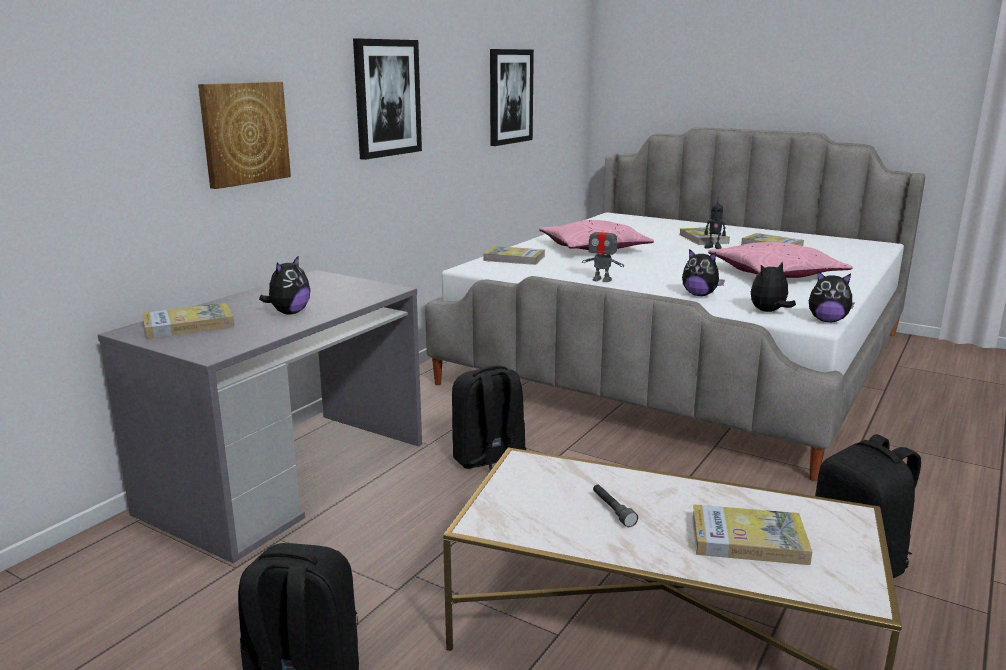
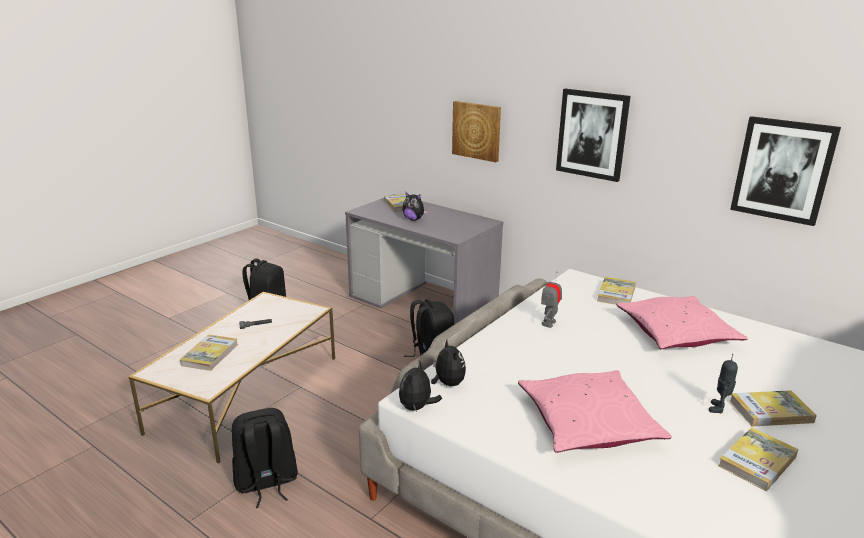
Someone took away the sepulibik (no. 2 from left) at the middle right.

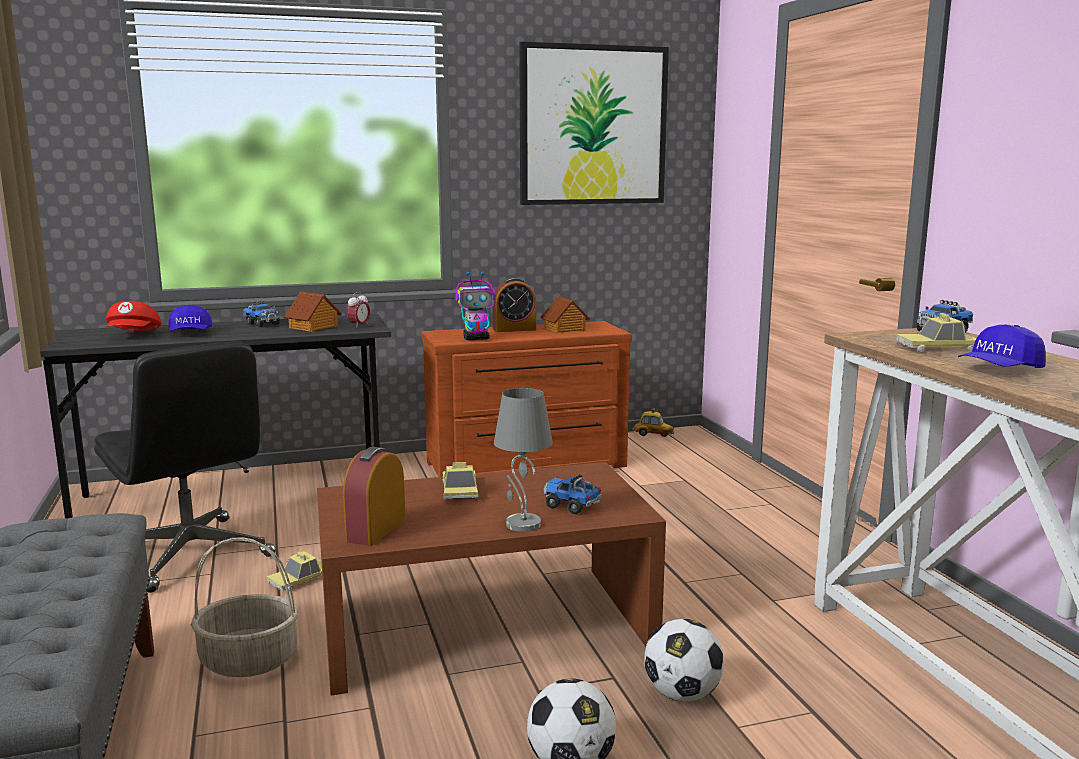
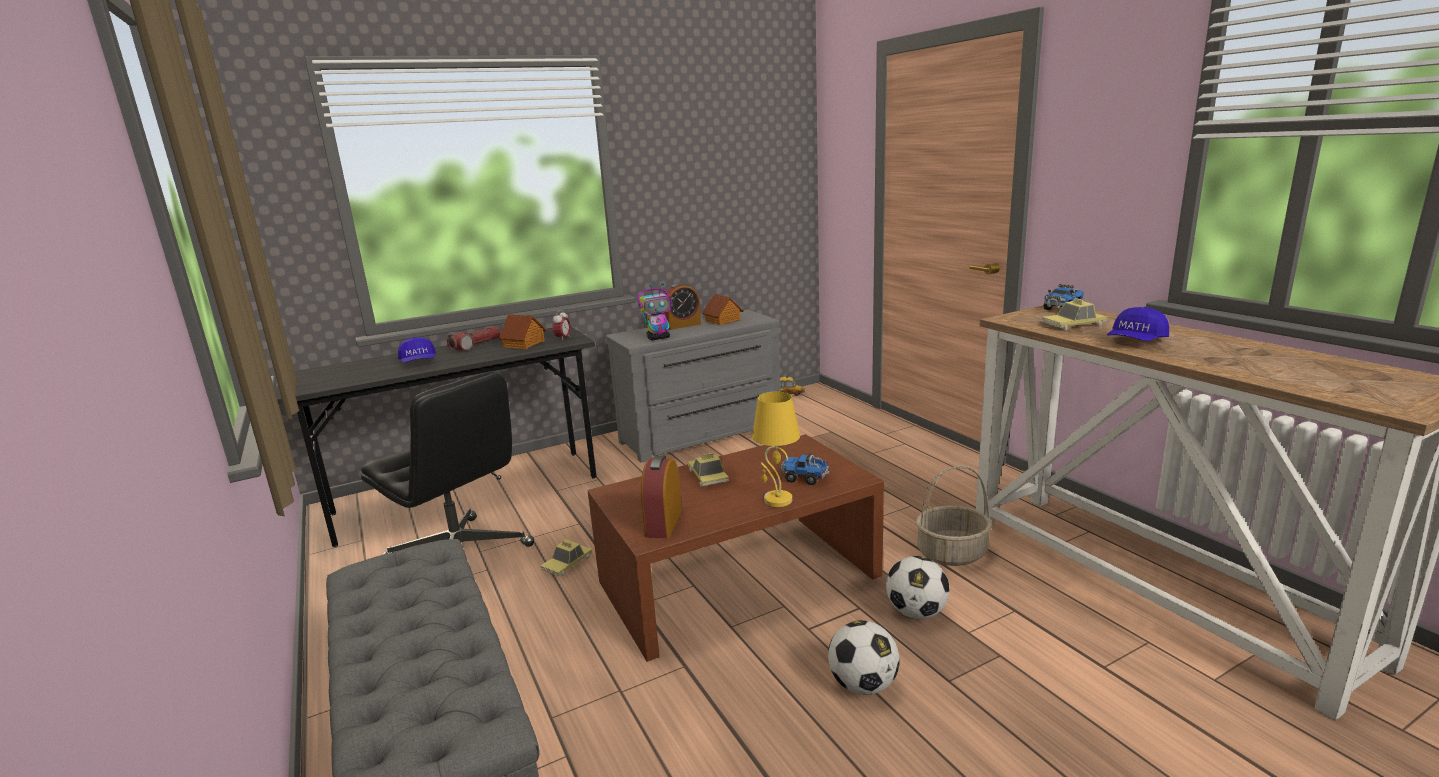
Someone swapped the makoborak (no. 1 from left) at the middle left for the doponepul at the middle left. Someone repainted the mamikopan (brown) at the centre, which became the mamikopan (grey) at the centre. Someone repainted the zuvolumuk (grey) at the centre, which became the zuvolumuk (yellow) at the centre. Someone carried the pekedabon from the bottom left to the centre. Someone took away the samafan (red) at the middle left. Someone took away the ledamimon at the top centre.

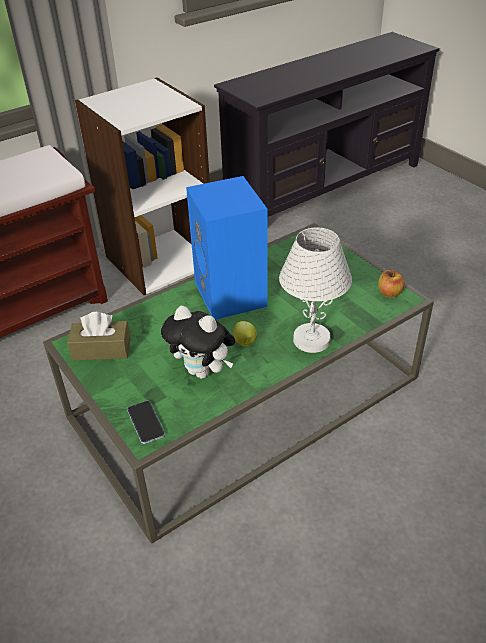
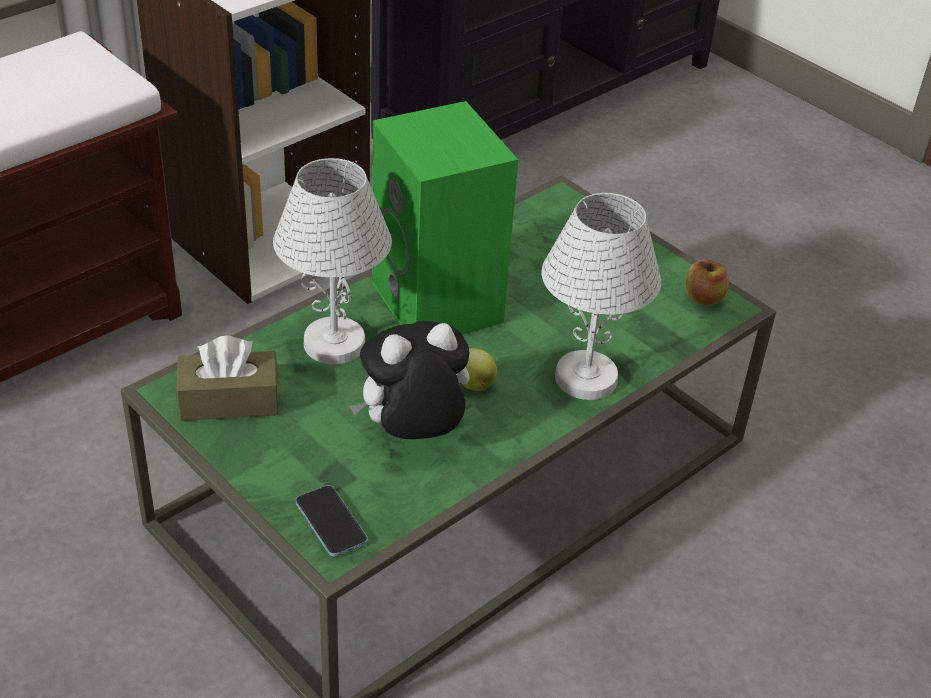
Someone put down the zuvolumuk (white) (no. 1 from left) at the centre. Someone rotated the sepulibik at the centre by 135 degrees clockwise. Someone repainted the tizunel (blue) at the centre, which became the tizunel (green) at the top centre.

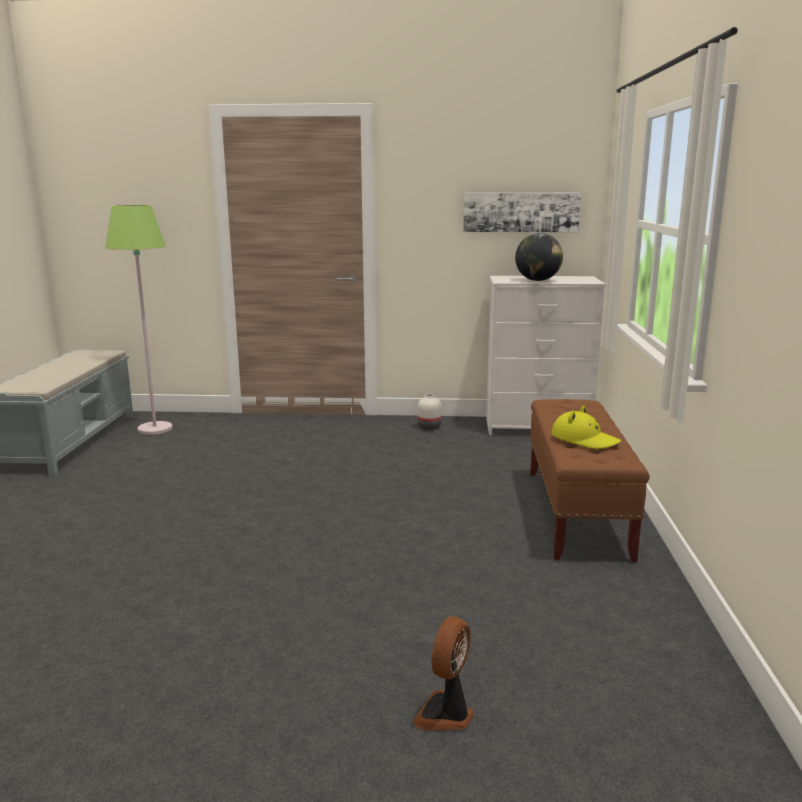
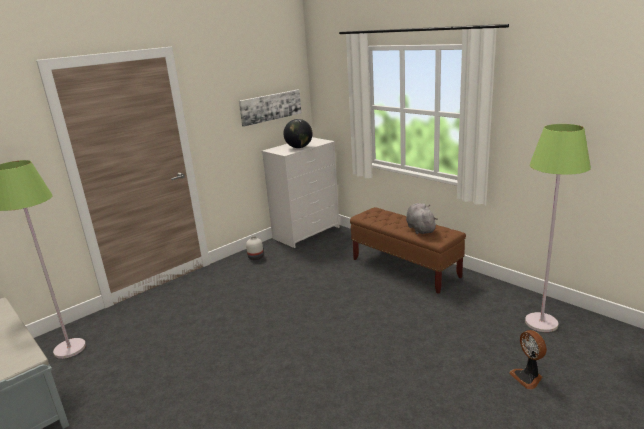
Someone swapped the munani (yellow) at the middle right for the sepulibik (grey) at the centre. Someone put down the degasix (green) (no. 2 from left) at the middle right.

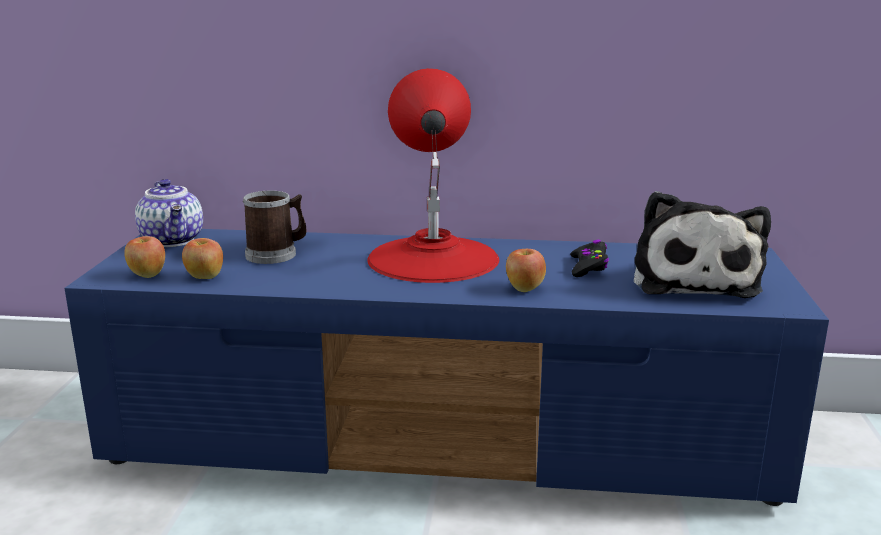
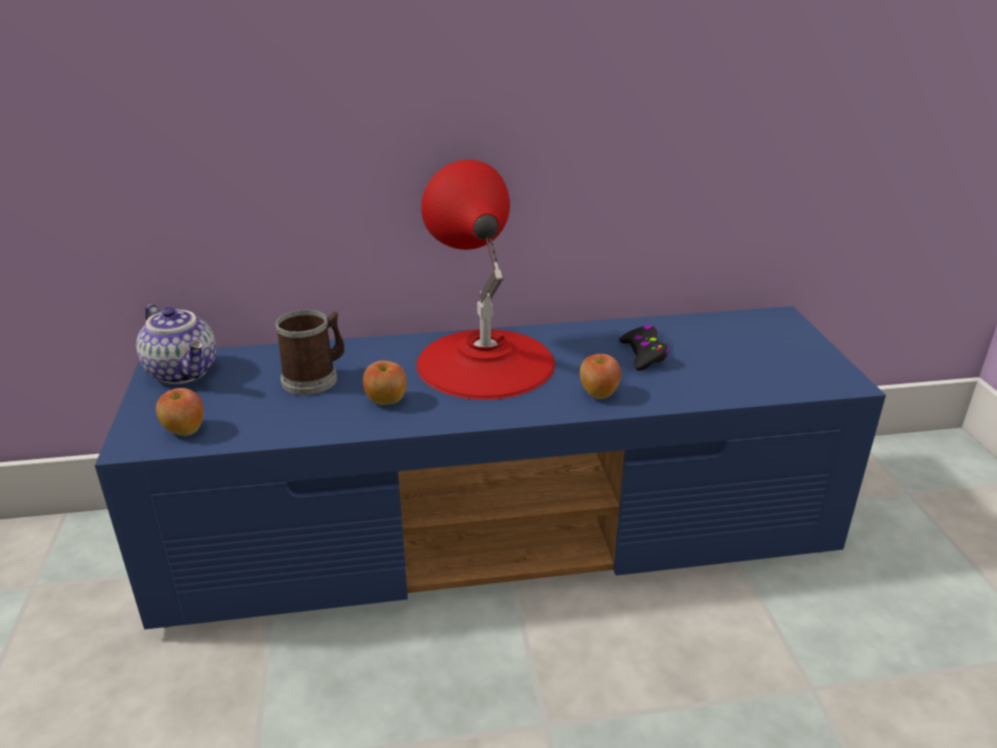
Someone carried the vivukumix (no. 2 from left) from the middle left to the centre. Someone took away the sepulibik at the middle right.

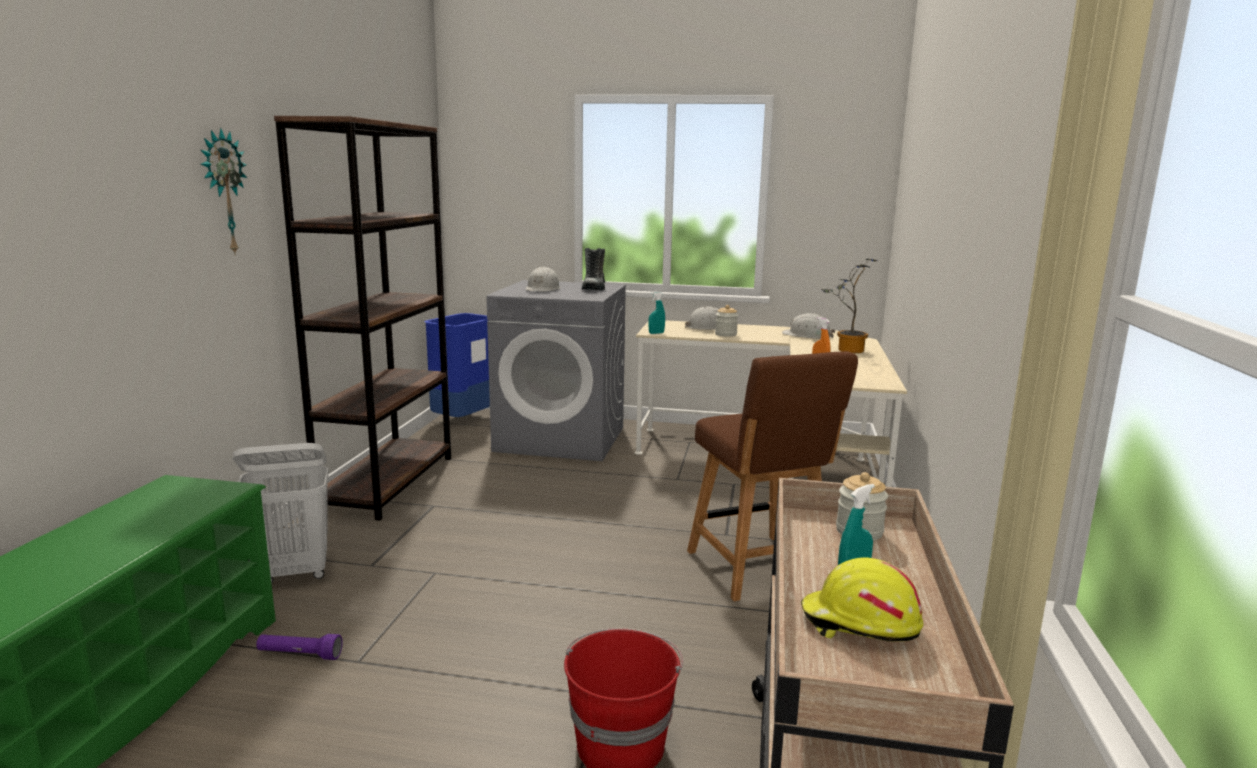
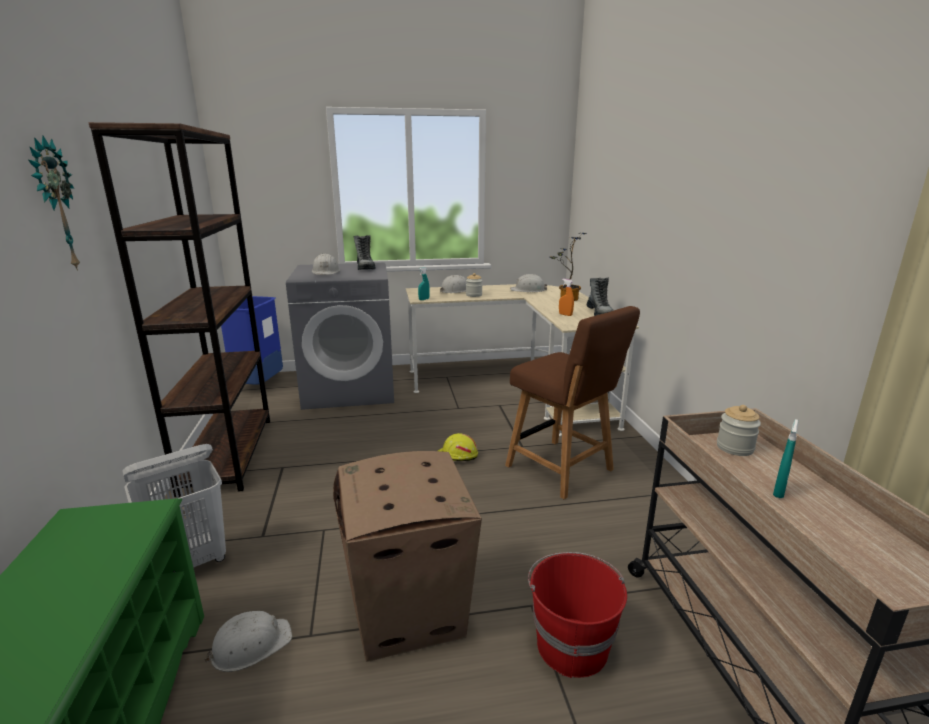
Someone swapped the doponepul (purple) at the bottom left for the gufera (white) (no. 1 from left) at the bottom left. Someone put down the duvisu at the bottom centre. Someone carried the gufera (yellow) from the bottom right to the centre. Someone put down the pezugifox (no. 2 from left) at the centre.

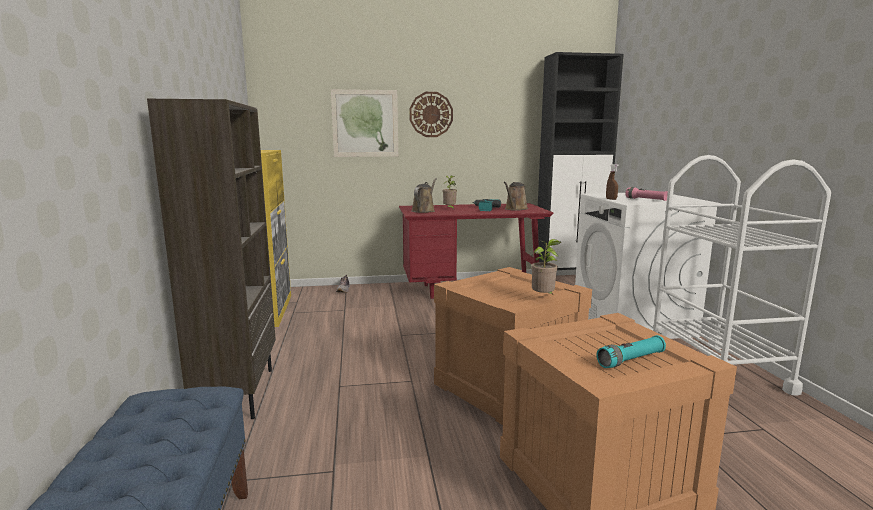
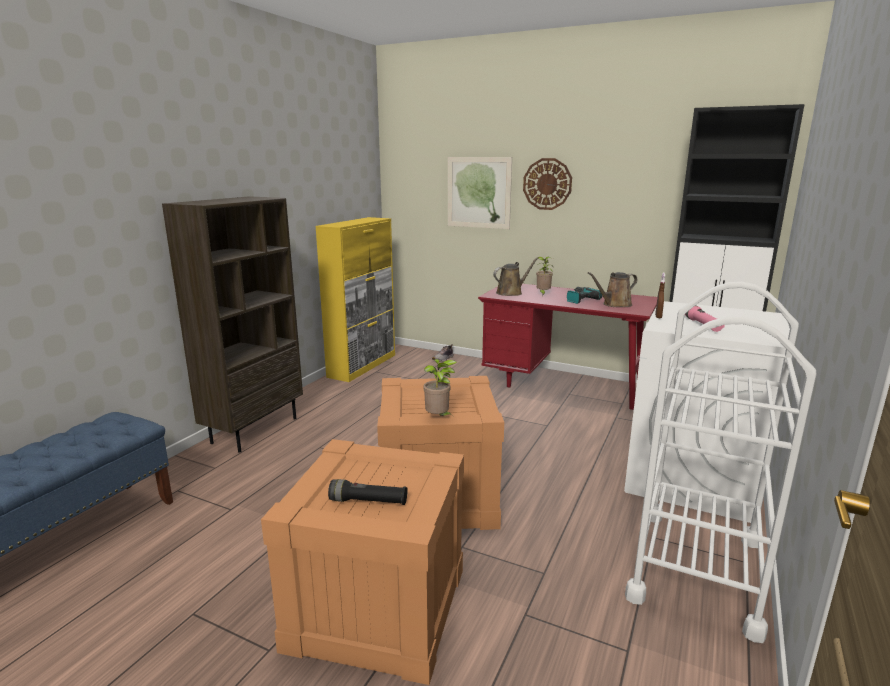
Someone repainted the doponepul (turquoise) at the bottom right, which became the doponepul (black) at the bottom centre.

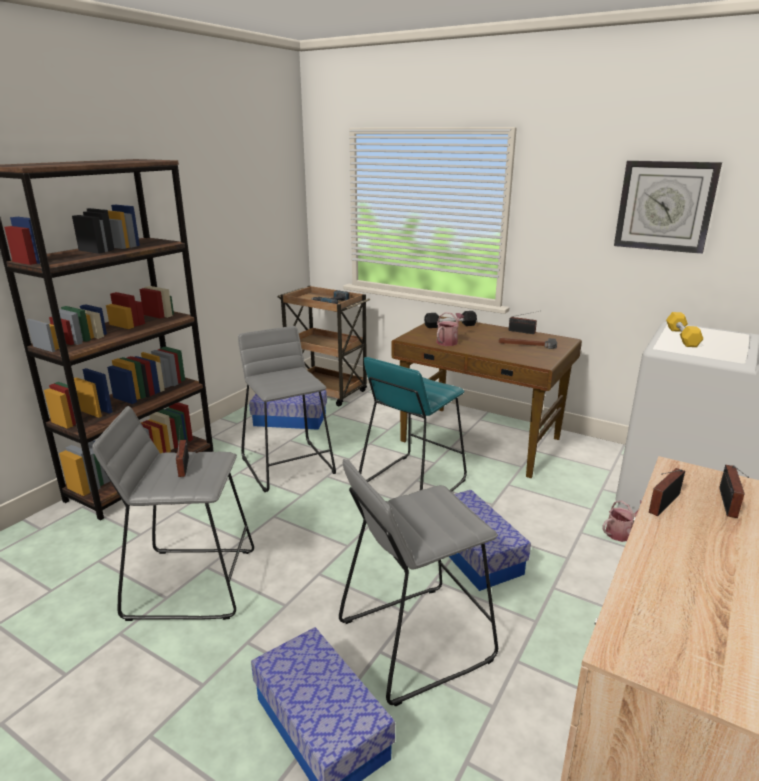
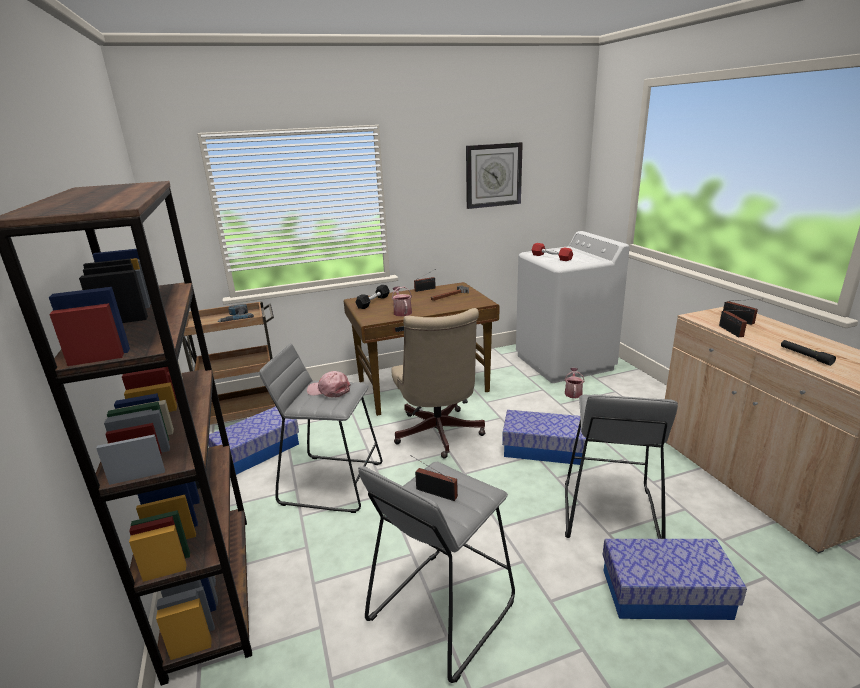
Someone put down the samafan (pink) at the centre. Someone swapped the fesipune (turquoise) at the centre for the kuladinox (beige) at the centre. Someone repainted the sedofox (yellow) at the middle right, which became the sedofox (red) at the centre. Someone put down the doponepul (black) at the middle right.

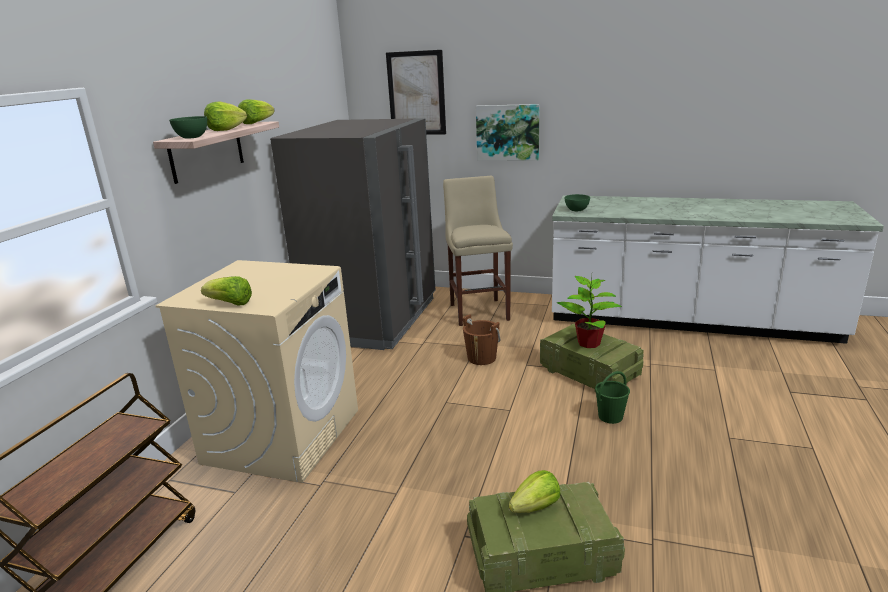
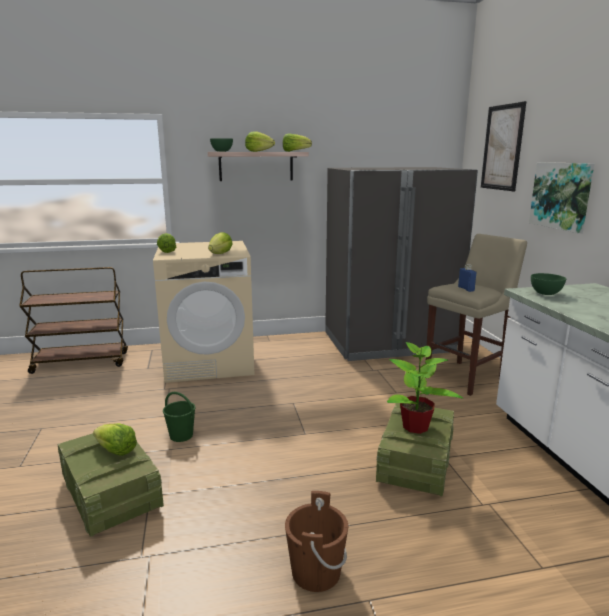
Someone carried the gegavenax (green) from the bottom right to the bottom left. Someone put down the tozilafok (no. 3 from left) at the centre. Someone carried the gegavenax (brown) from the centre to the bottom centre. Someone put down the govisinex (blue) at the middle right.

